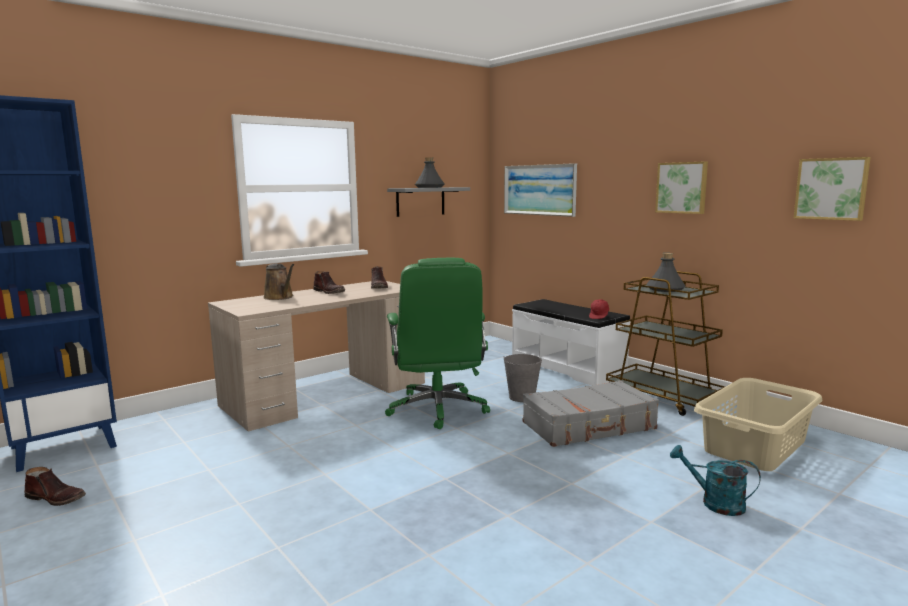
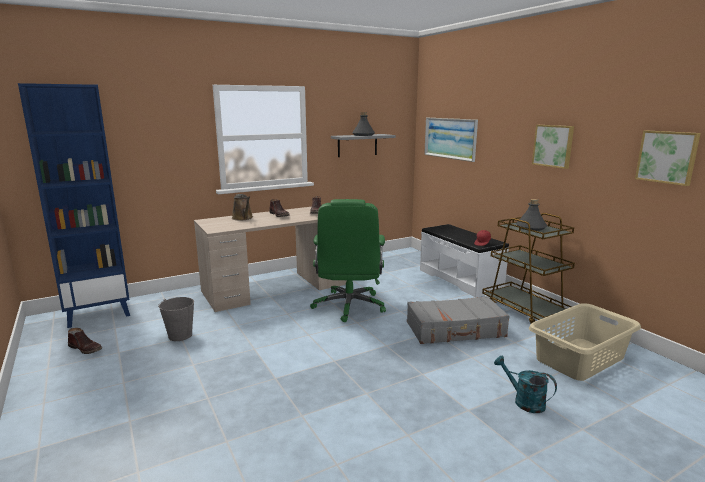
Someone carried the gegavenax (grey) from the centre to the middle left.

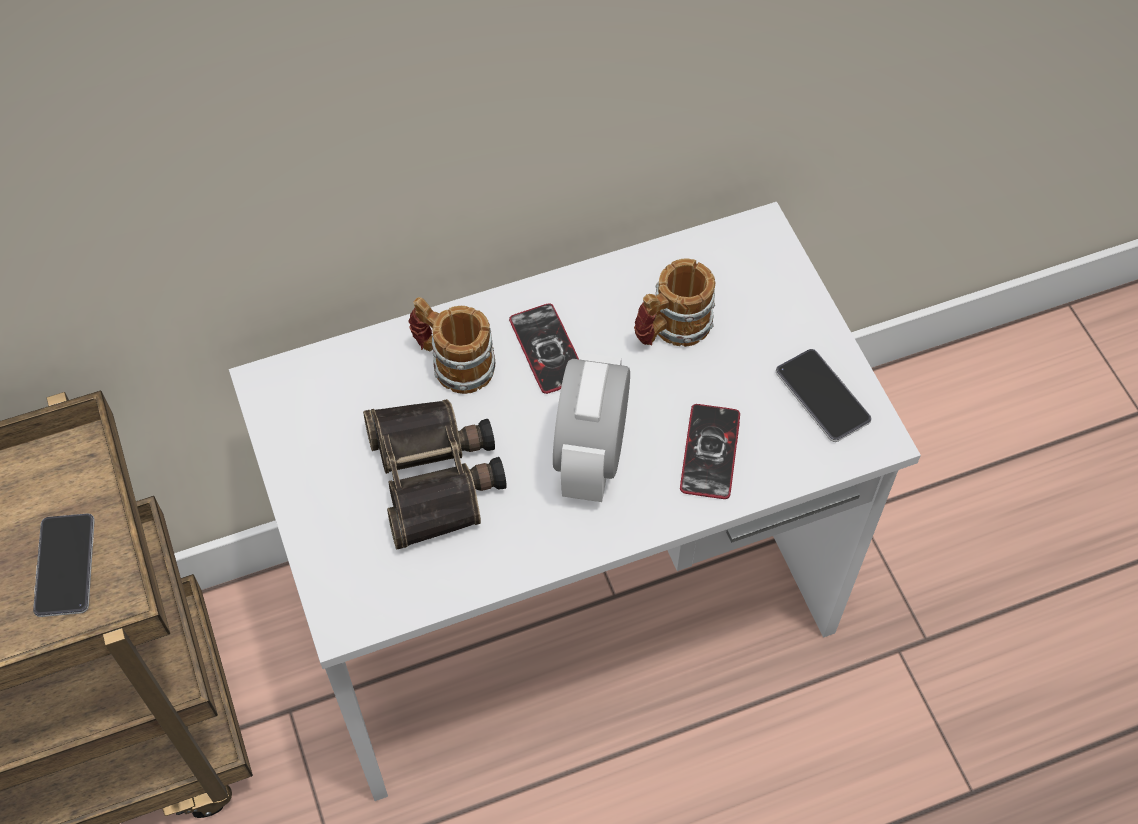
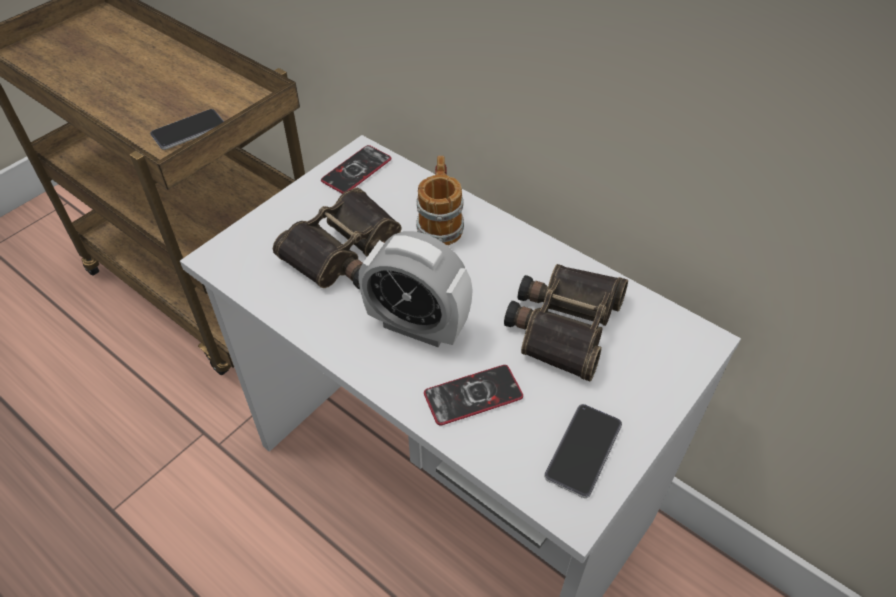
Someone carried the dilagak (no. 2 from left) from the centre to the top centre. Someone rotated the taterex at the centre by 135 degrees counterclockwise. Someone swapped the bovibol (no. 2 from left) at the centre for the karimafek (no. 2 from left) at the centre.

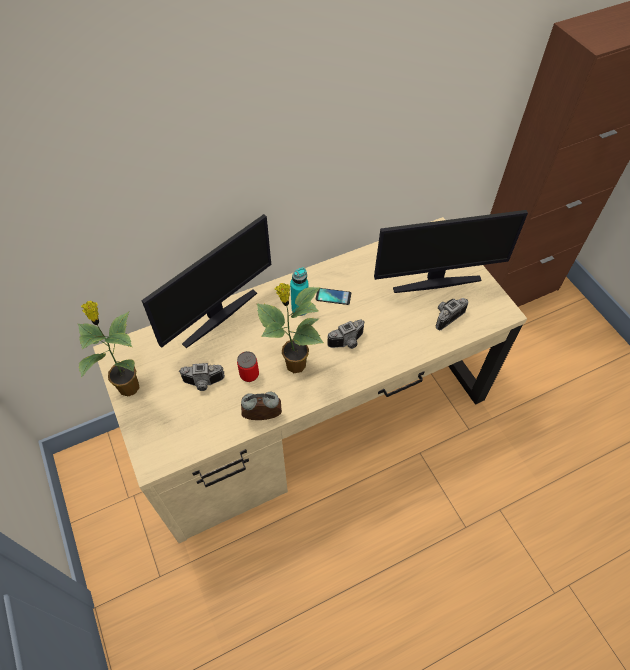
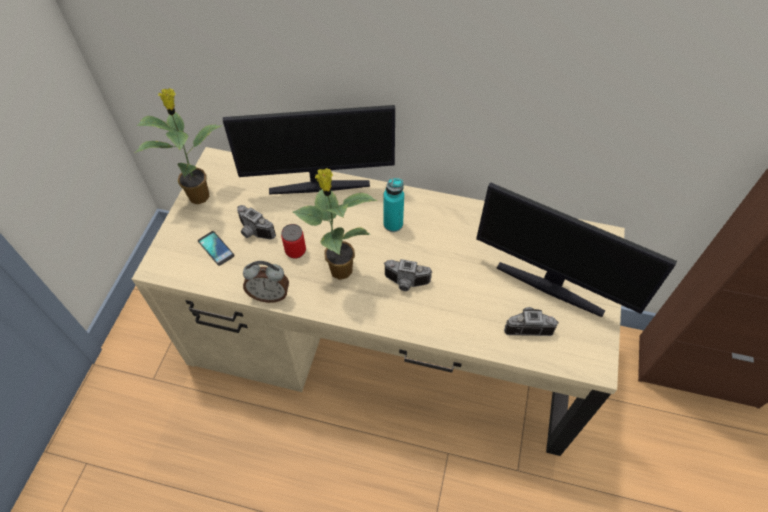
Someone carried the dilagak from the centre to the middle left. Someone rotated the taterex at the centre by 150 degrees clockwise.

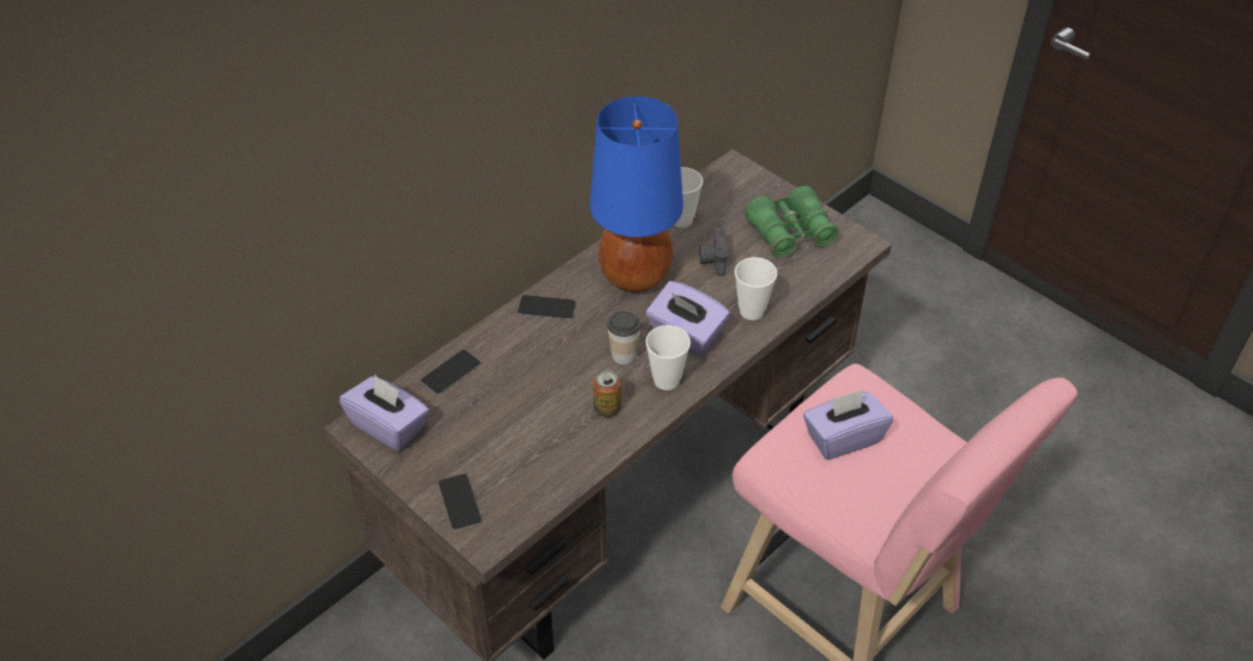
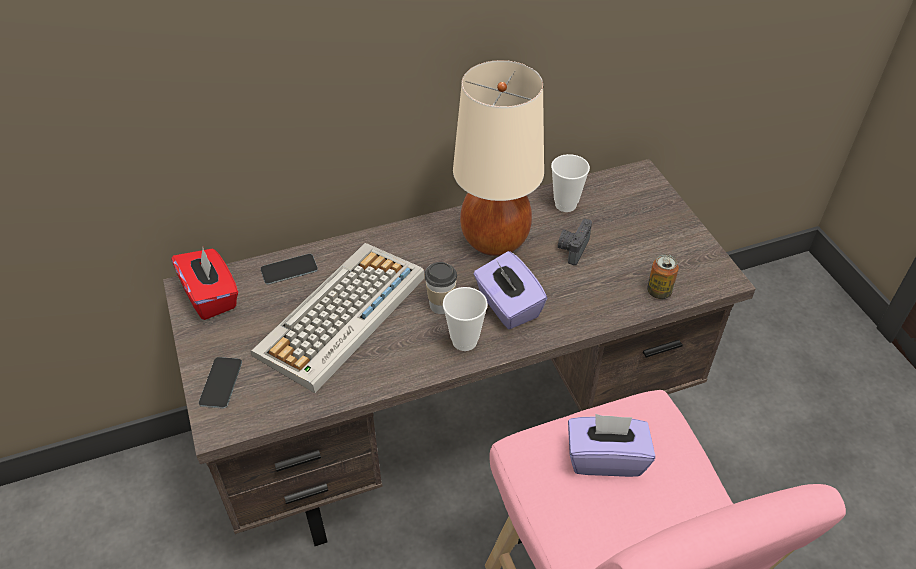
Someone repainted the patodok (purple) (no. 1 from left) at the middle left, which became the patodok (red) at the middle left. Someone put down the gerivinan at the centre. Someone repainted the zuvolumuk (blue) at the top centre, which became the zuvolumuk (beige) at the top centre. Someone carried the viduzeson from the centre to the middle right. Someone took away the dilagak (no. 3 from left) at the centre. Someone took away the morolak (no. 4 from left) at the centre. Someone took away the karimafek (green) at the centre.

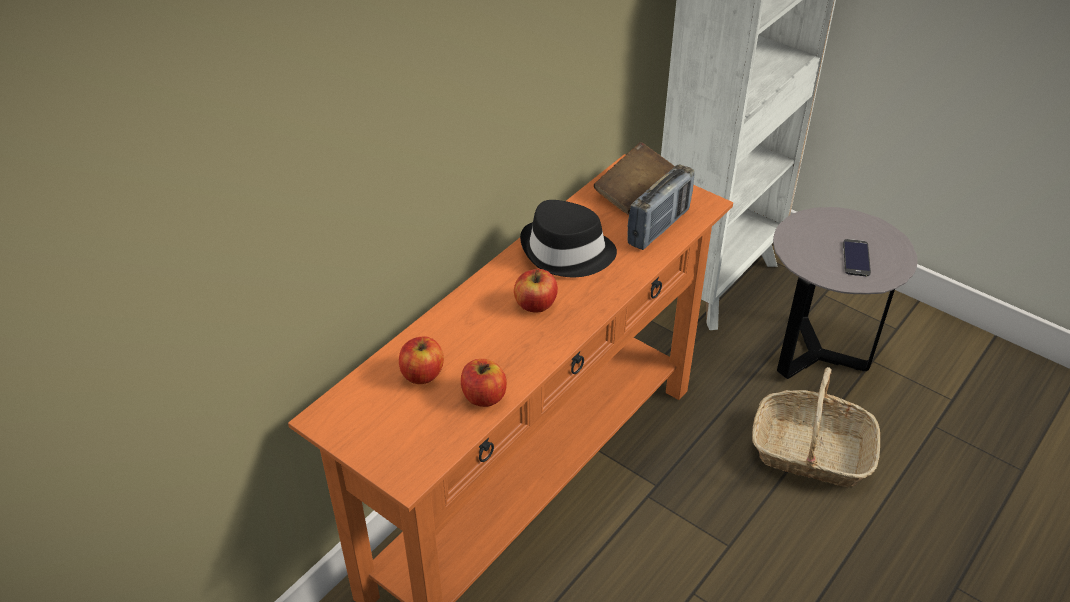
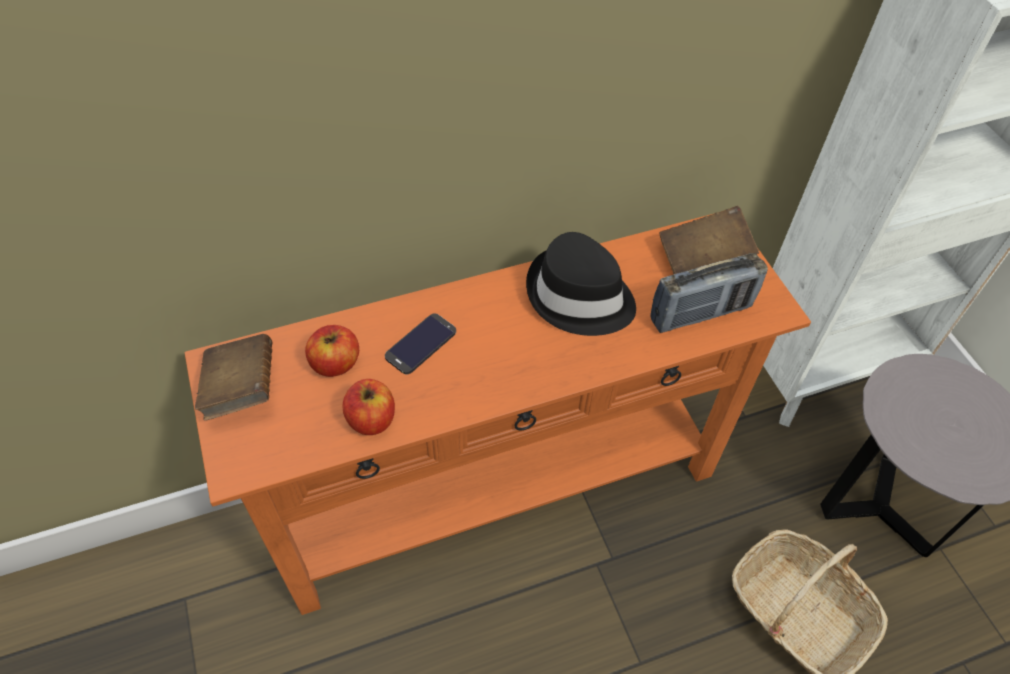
Someone put down the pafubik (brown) (no. 1 from left) at the middle left. Someone carried the dilagak from the middle right to the centre. Someone took away the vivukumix (no. 3 from left) at the centre.

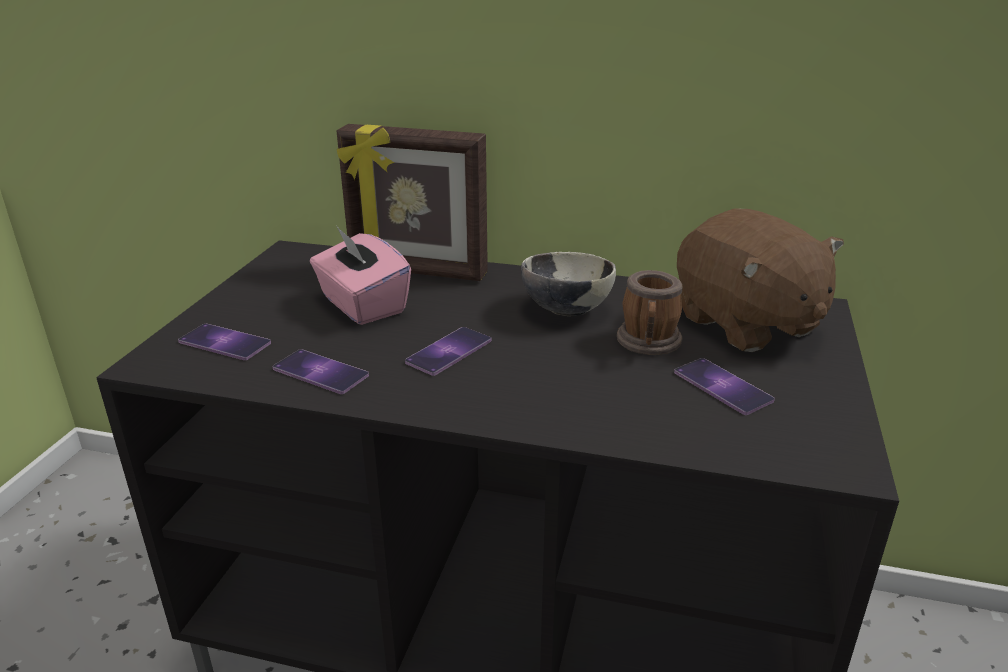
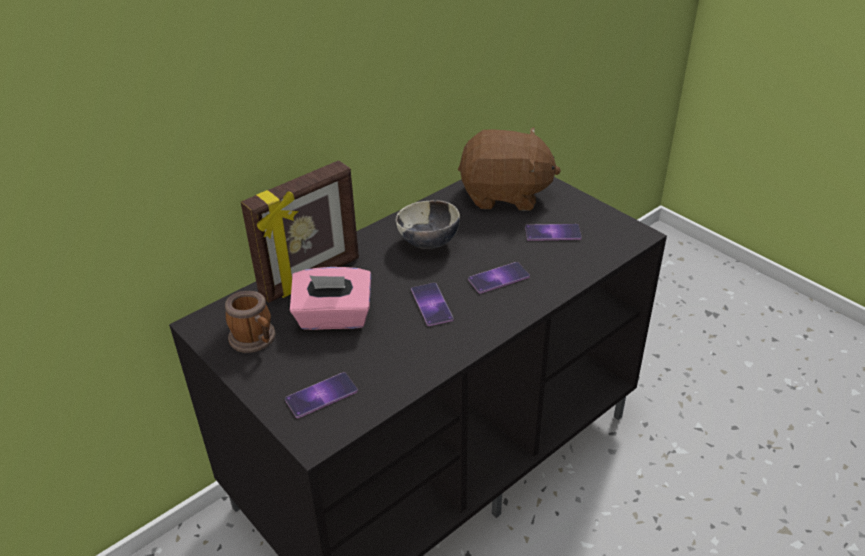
Someone carried the bovibol from the centre to the middle left. Someone carried the dilagak (no. 2 from left in the first image) from the middle left to the centre.

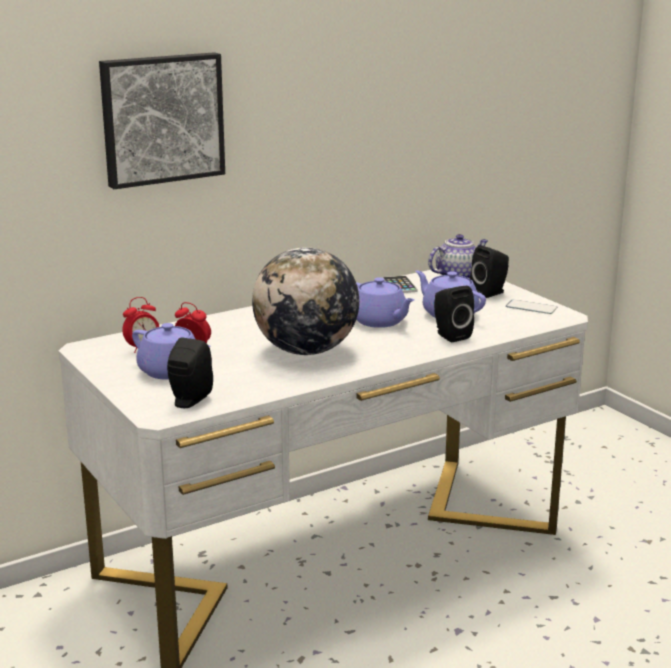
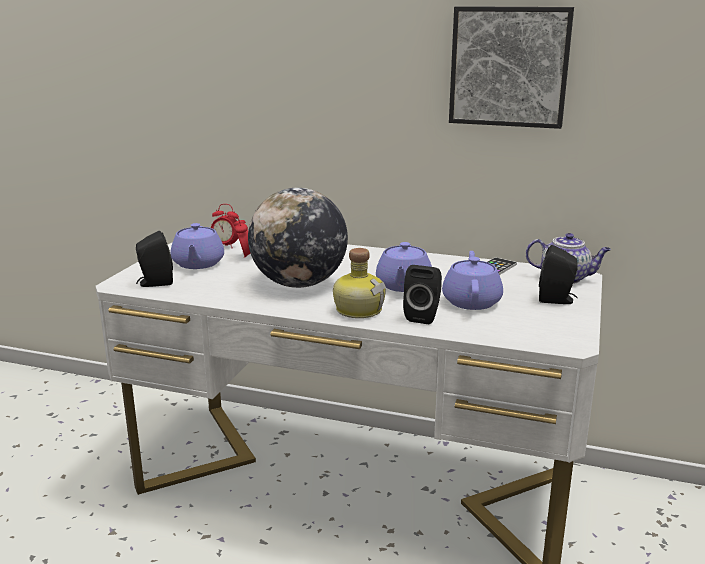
Someone put down the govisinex at the centre. Someone carried the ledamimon from the top left to the top right. Someone took away the dilagak (no. 2 from left) at the middle right.

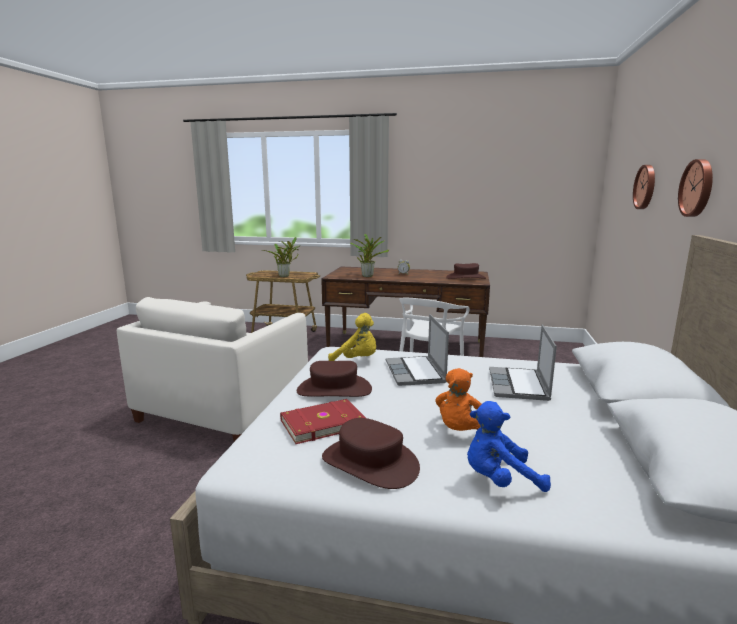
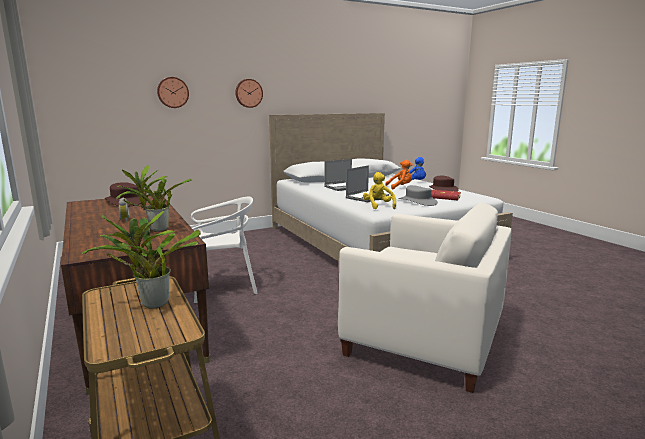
Someone rotated the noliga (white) at the middle left by 45 degrees clockwise. Someone repainted the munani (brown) (no. 1 from left) at the centre, which became the munani (grey) at the centre.

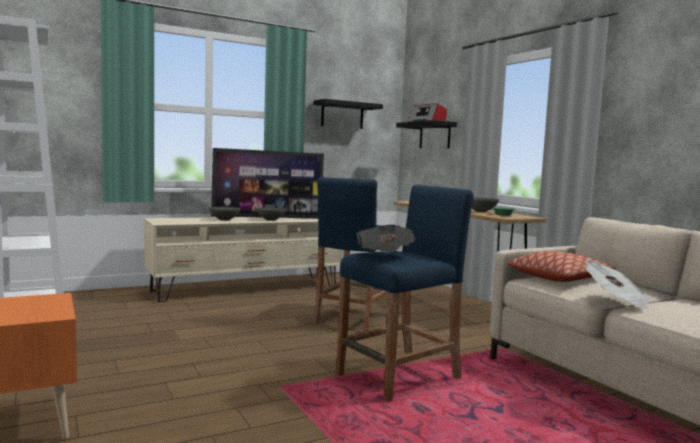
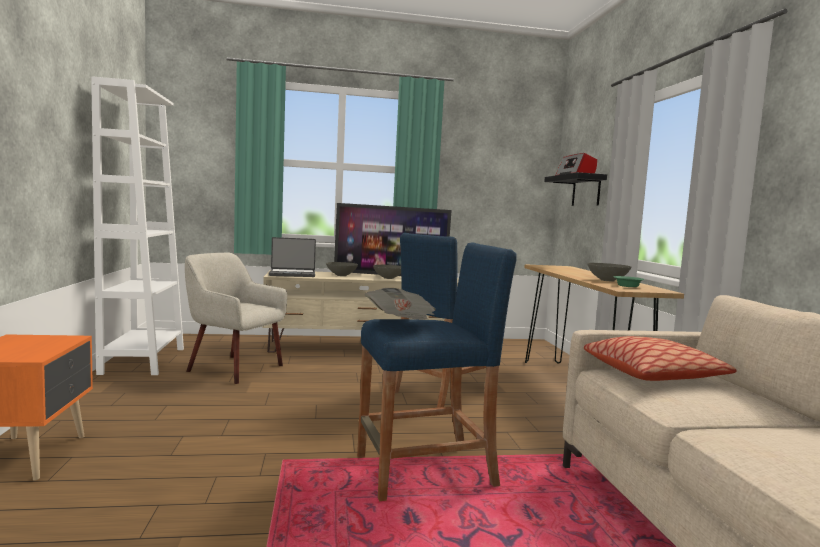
Someone put down the noliga (beige) at the middle left. Someone put down the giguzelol at the centre. Someone took away the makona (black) (no. 1 from left) at the top centre. Someone took away the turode (no. 2 from left) at the middle right.

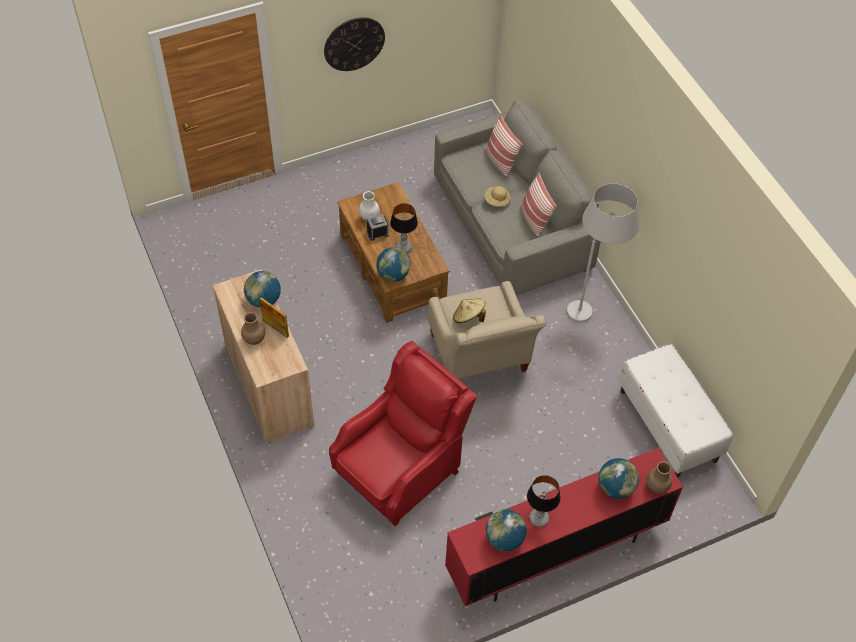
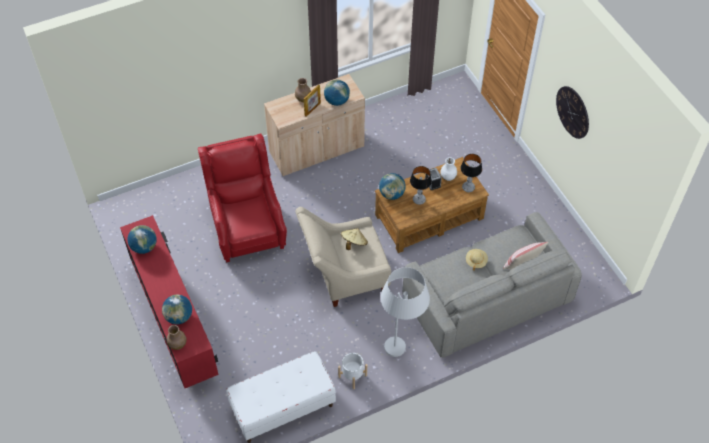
Someone rotated the noliga (red) at the bottom centre by 150 degrees counterclockwise. Someone put down the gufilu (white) at the bottom centre. Someone carried the zuvolumuk (no. 2 from left) from the bottom centre to the centre. Someone took away the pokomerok (no. 2 from left) at the top centre.

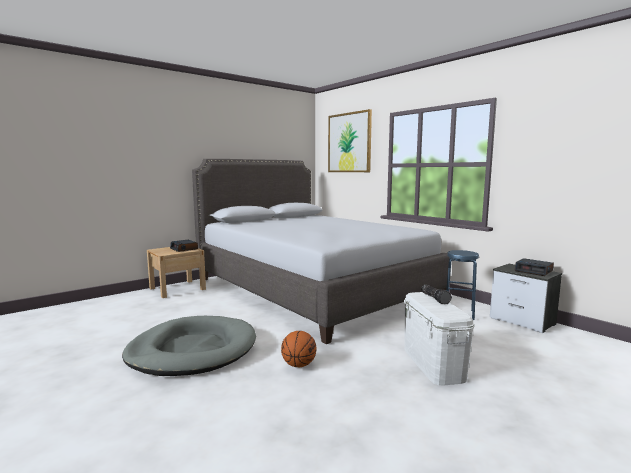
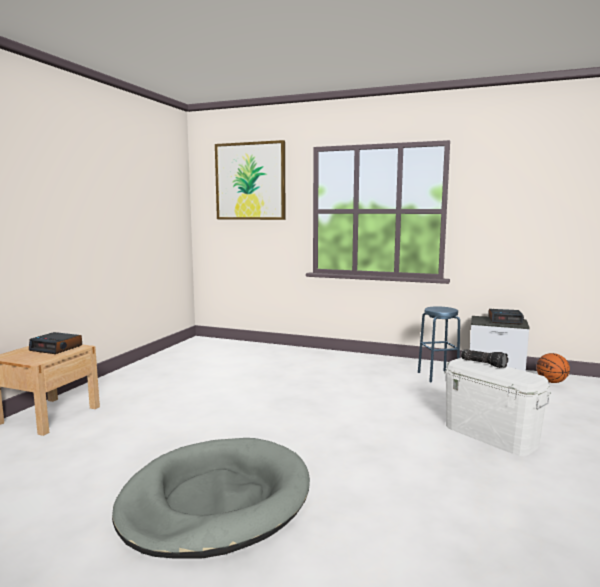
Someone carried the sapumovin from the bottom centre to the middle right. Someone took away the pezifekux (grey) at the centre.

